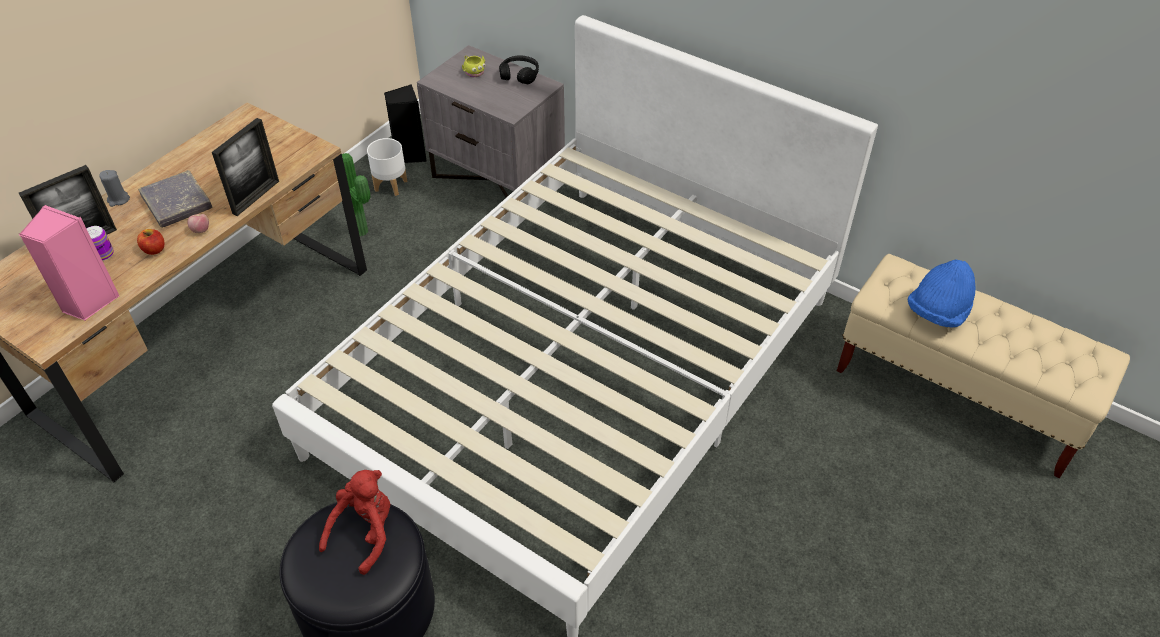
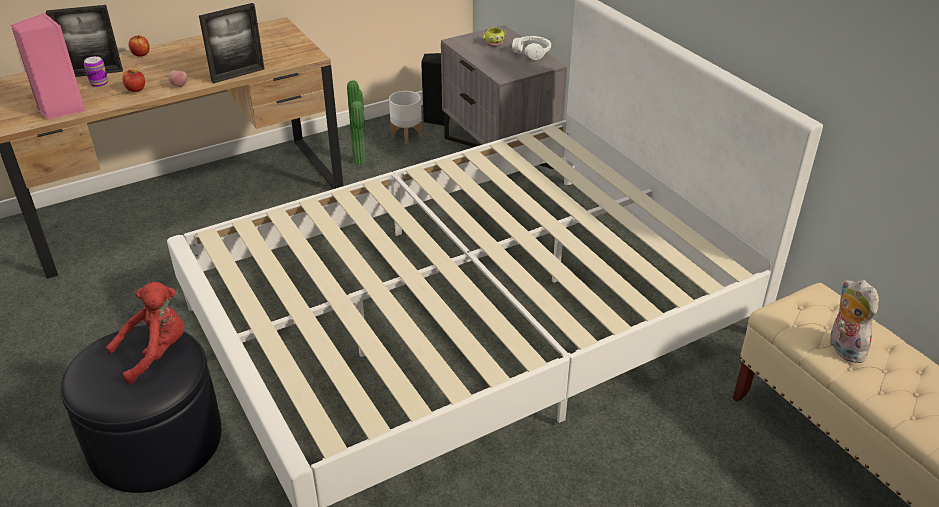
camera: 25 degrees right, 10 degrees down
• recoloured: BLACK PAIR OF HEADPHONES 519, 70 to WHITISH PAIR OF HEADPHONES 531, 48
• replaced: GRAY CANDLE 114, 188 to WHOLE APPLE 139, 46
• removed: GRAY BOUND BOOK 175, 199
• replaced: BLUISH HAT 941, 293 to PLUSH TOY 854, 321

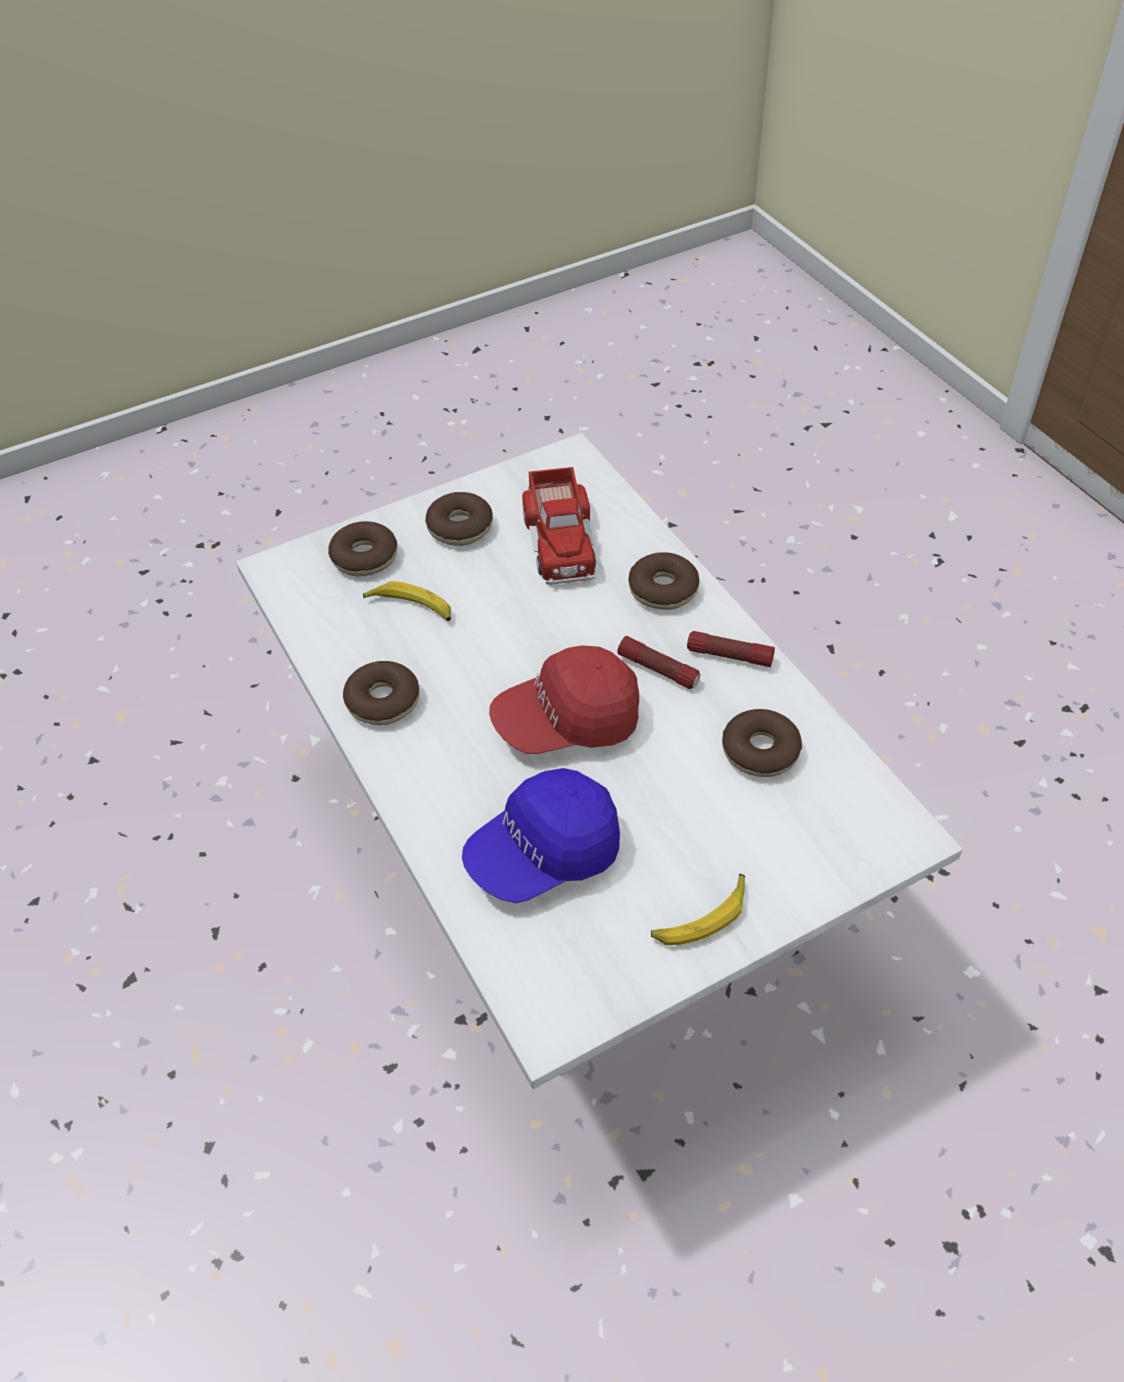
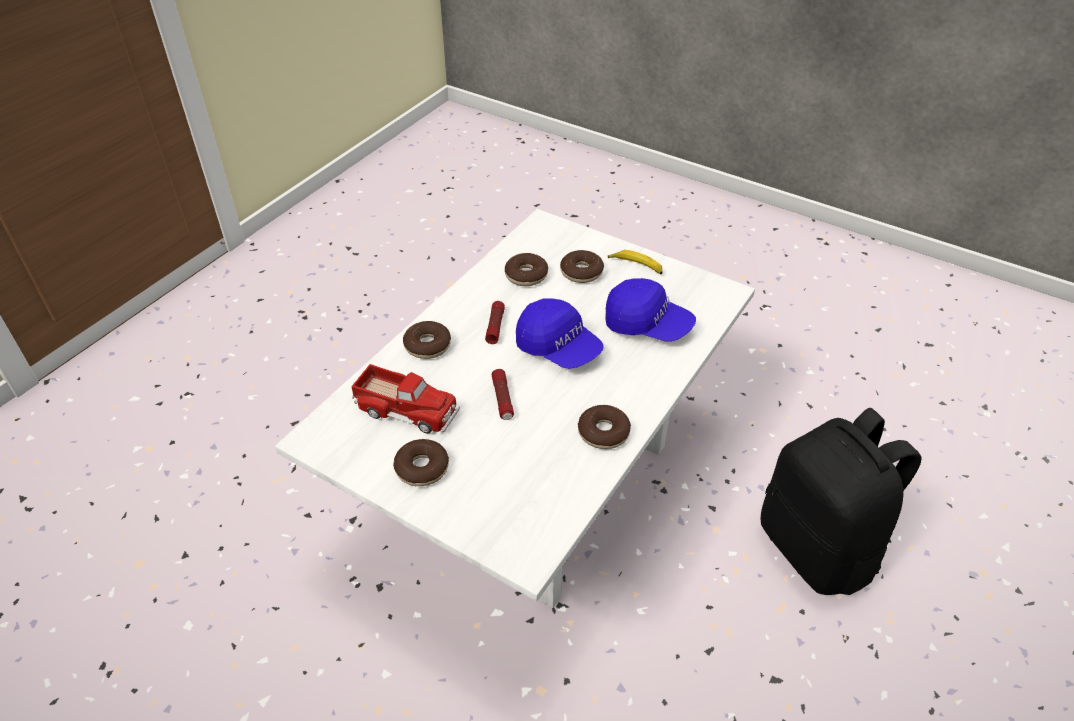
camera: 120 degrees left, 5 degrees down
• turned: TOY TRUCK 559, 526 = 405, 399 60 degrees clockwise
• moved: RING DOUGHNUT 362, 548 to 582, 266
• removed: WHOLE BANANA 407, 601
• moved: FLASHLIGHT 731, 649 to 503, 394
• recoloured: RED-COLOURED CAP 564, 699 to BLUISH CAP 560, 333
• added: BLACK KNAPSACK 841, 501

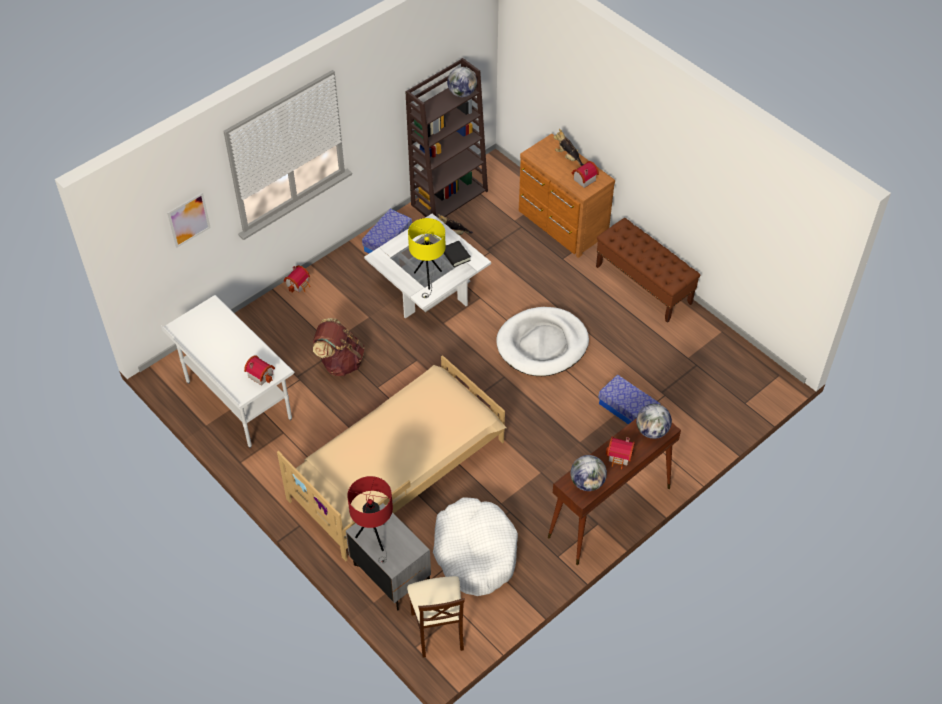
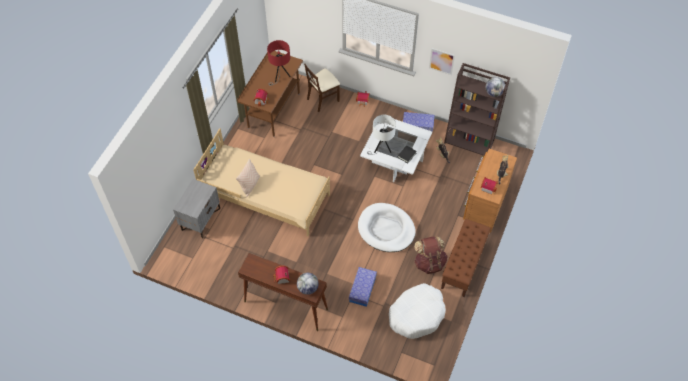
camera: 65 degrees right, 5 degrees up
• moved: WALL ART 189, 220 to 442, 61
• recoloured: YELLOW-COLOURED TABLE LAMP 427, 258 to WHITISH TABLE LAMP 381, 135
• recoloured: WHITISH DESK 227, 371 to BROWN DESK 270, 94
• moved: BROWN KNAPSACK 339, 347 to 430, 255
• removed: GLOBE 589, 473
• moved: RED-COLOURED TABLE LAMP 370, 520 to 279, 63
• moved: WHITISH DOG BED 475, 546 to 417, 311
• moved: BEIGE-COLOURED CHAIR 436, 616 to 322, 88
• added: BEIGE-COLOURED THROW PILLOW 248, 177

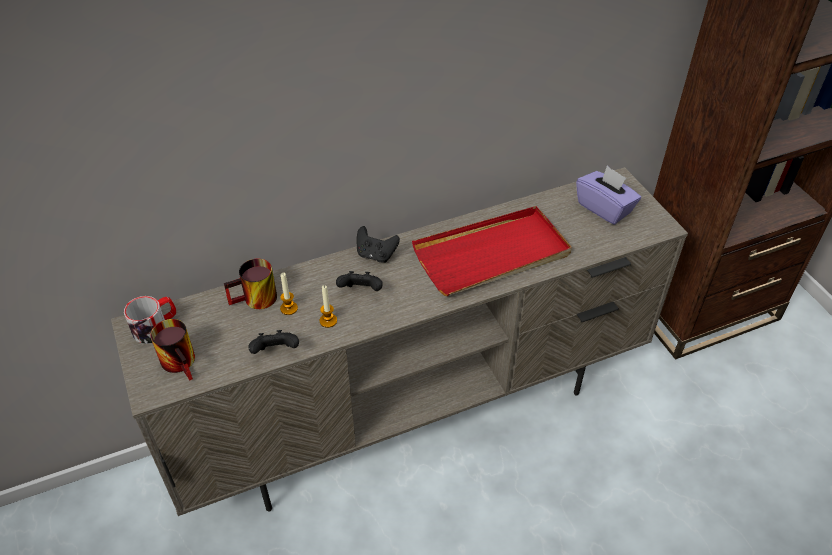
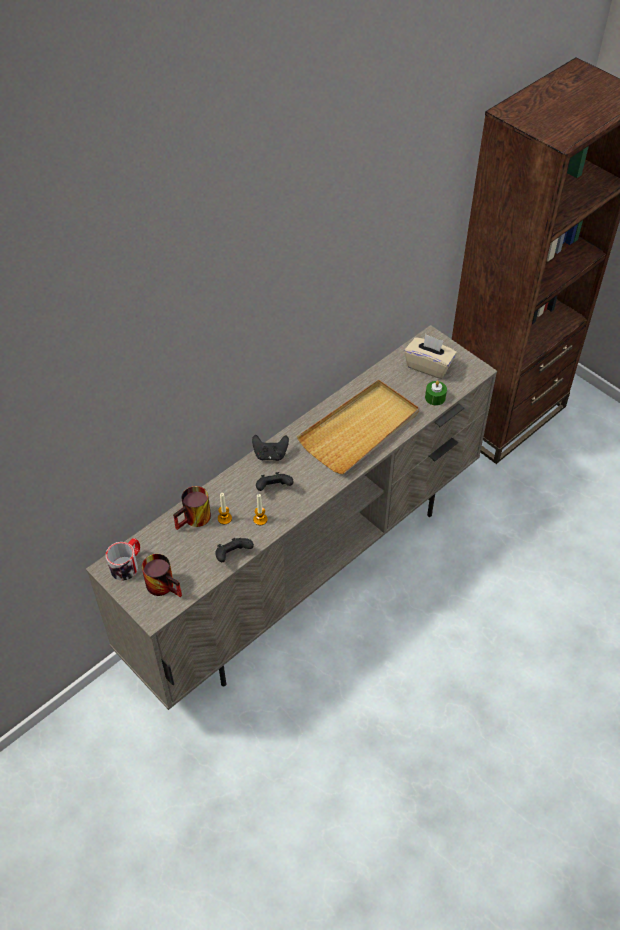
camera: 20 degrees left, 5 degrees up
• recoloured: PURPLISH BOX OF TISSUES 608, 195 to BEIGE-COLOURED BOX OF TISSUES 430, 356
• recoloured: RED-COLOURED SERVING TRAY 492, 251 to BEIGE-COLOURED SERVING TRAY 358, 427
• added: GREENISH CANDLE 436, 393

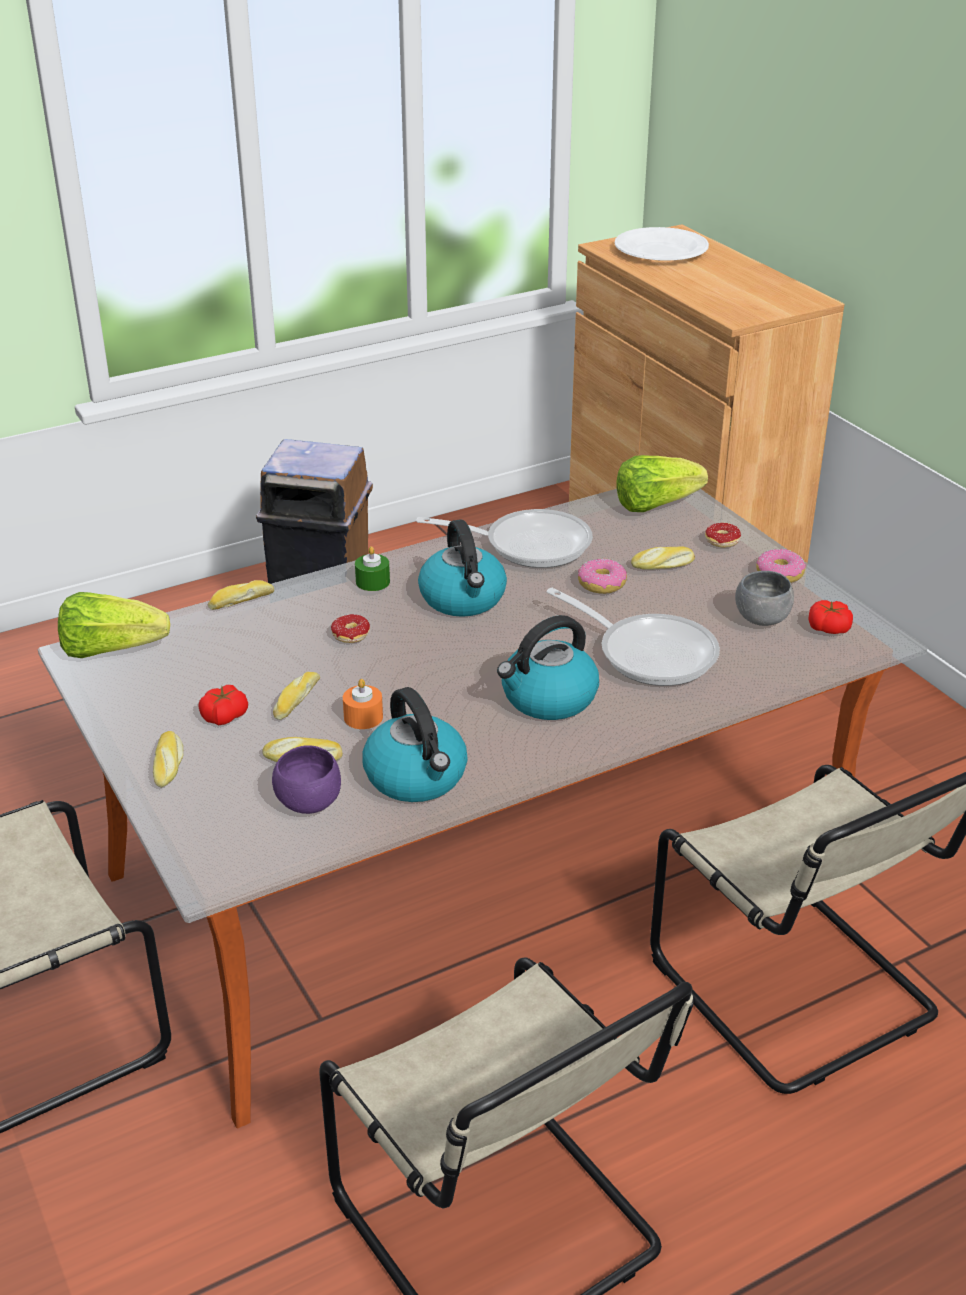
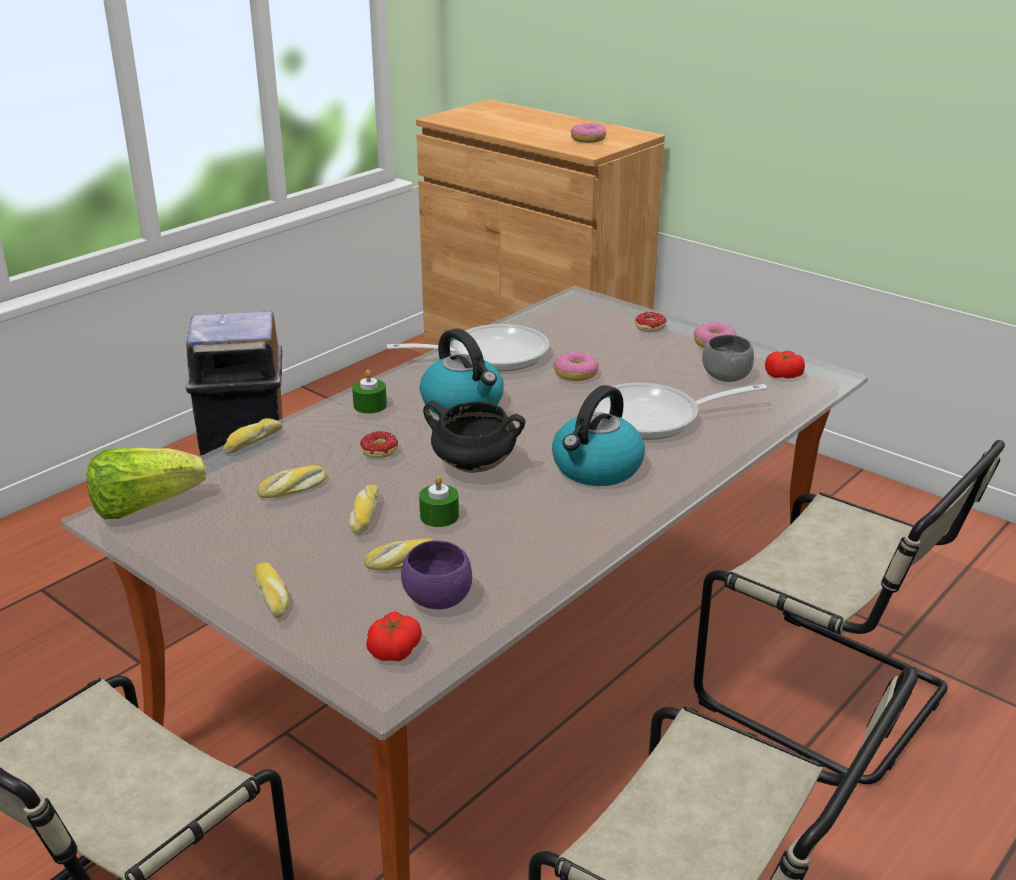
camera: 20 degrees left, 5 degrees down
• removed: WHITISH FLAT DISH 662, 244
• removed: LETTUCE 662, 483
• moved: BAKERY BREAD 663, 558 to 292, 481
• turned: SKILLET 633, 637 = 680, 411 150 degrees clockwise
• recoloured: ORANGE CANDLE 363, 704 to GREENISH CANDLE 439, 501
• moved: TOMATO 223, 705 to 394, 636
• removed: KETTLE 415, 744
• added: RING DOUGHNUT 588, 133
• added: BLACK SAUCEPOT 474, 437

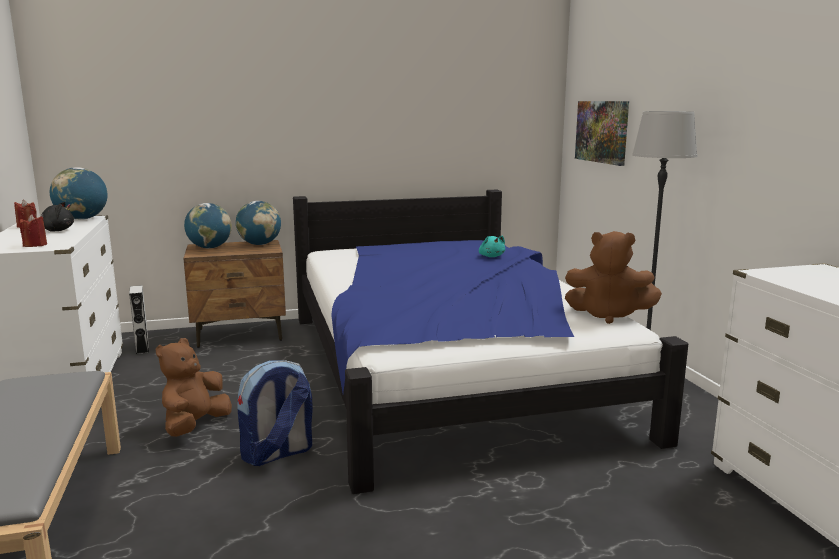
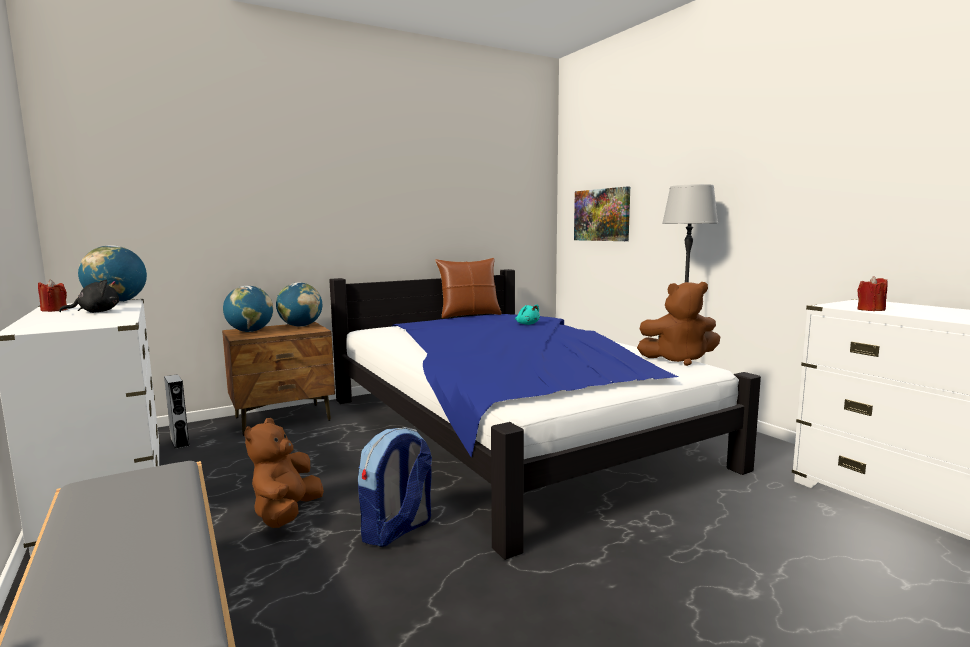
camera: 15 degrees left, 5 degrees down
• moved: RED-COLOURED CANDLE 33, 230 to 872, 293
• added: BROWN THROW PILLOW 468, 288

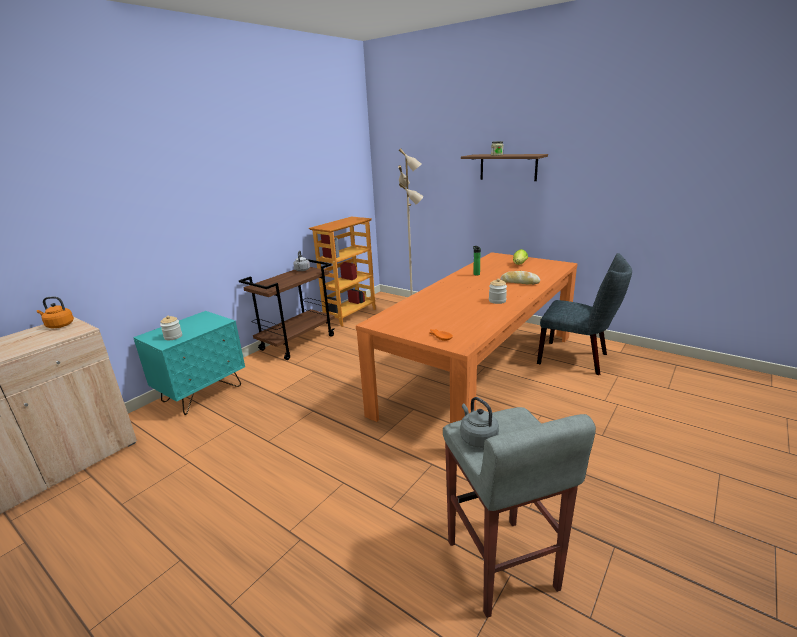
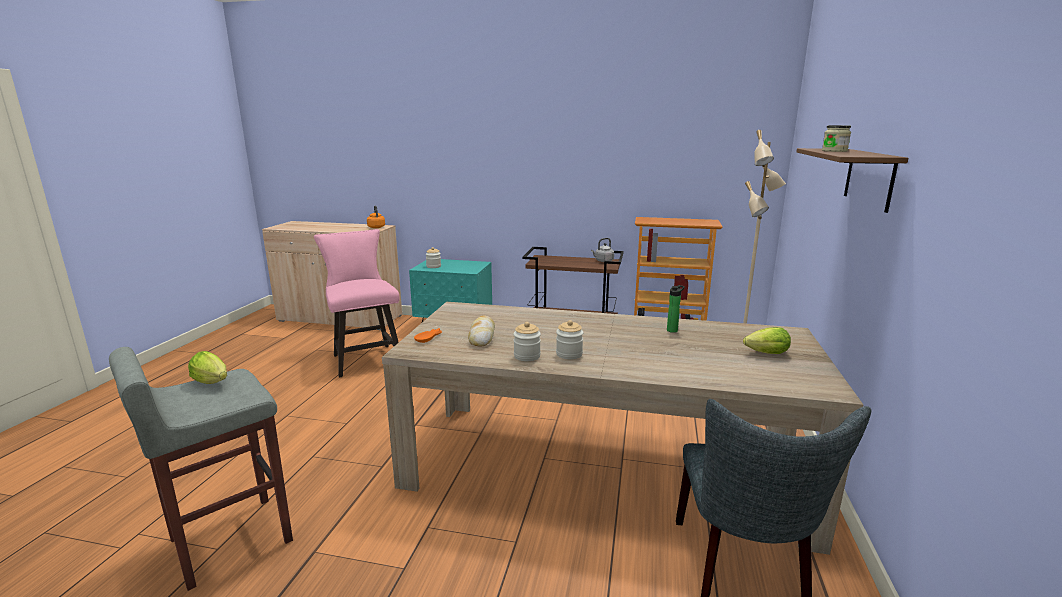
camera: 65 degrees right, 5 degrees down
• recoloured: ORANGE DINNER TABLE 467, 337 to BEIGE-COLOURED DINNER TABLE 622, 428
• moved: BAKERY BREAD 520, 278 to 481, 330
• replaced: GRAY KETTLE 480, 422 to LETTUCE 207, 367
• added: PINK-COLOURED STOOL 356, 303
• added: PRESERVE JAR 527, 341

